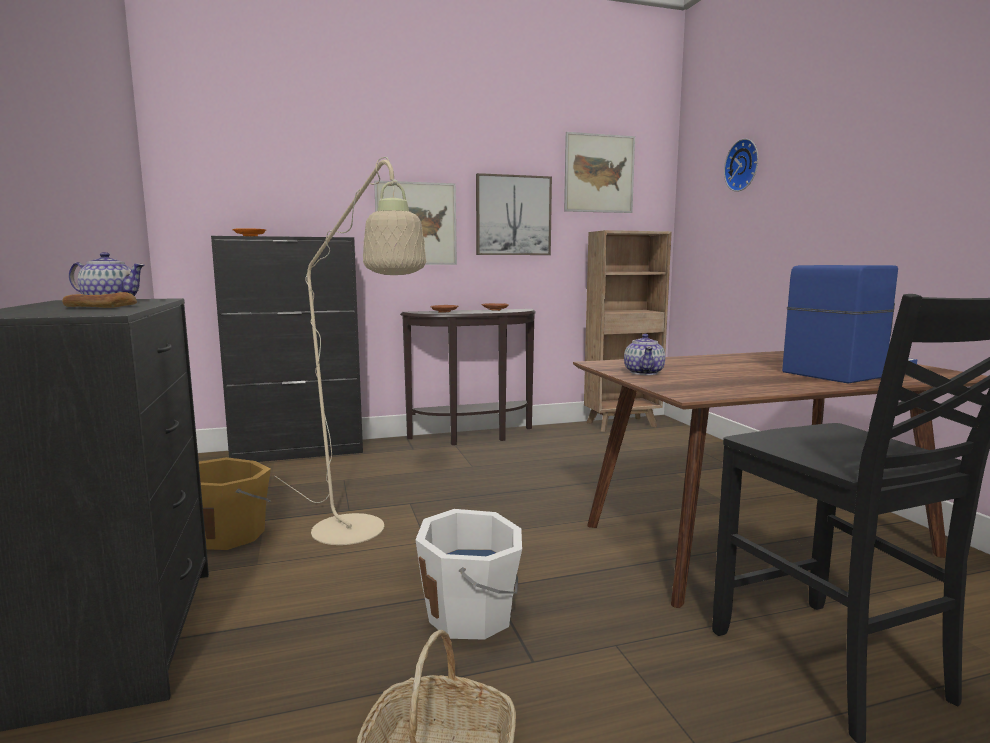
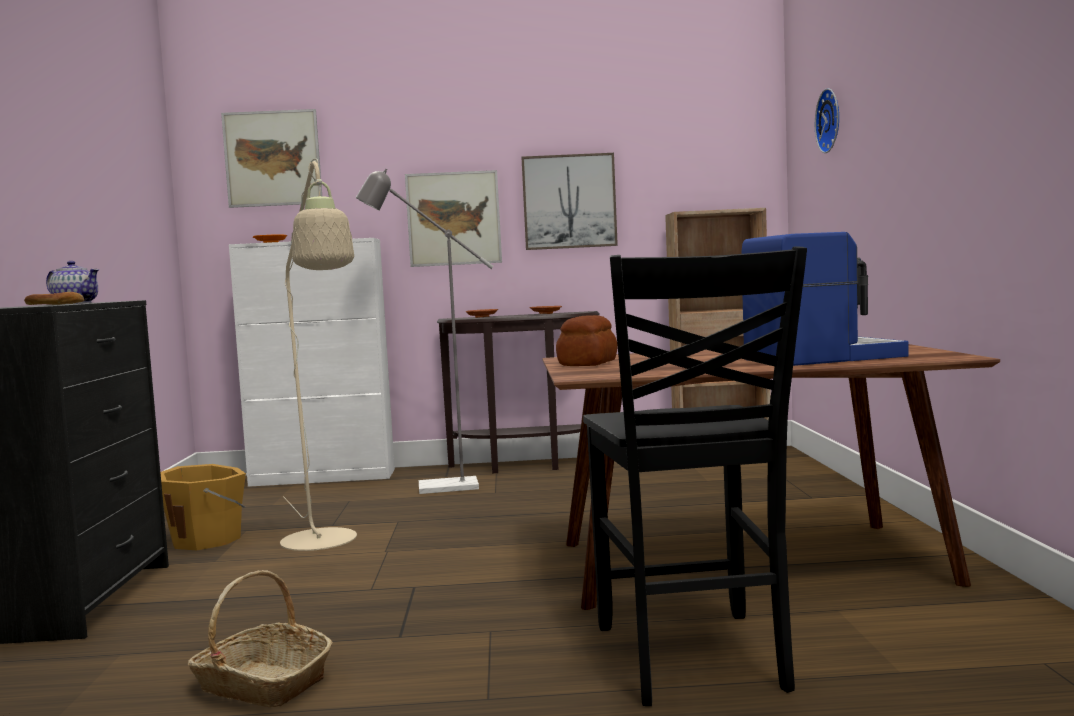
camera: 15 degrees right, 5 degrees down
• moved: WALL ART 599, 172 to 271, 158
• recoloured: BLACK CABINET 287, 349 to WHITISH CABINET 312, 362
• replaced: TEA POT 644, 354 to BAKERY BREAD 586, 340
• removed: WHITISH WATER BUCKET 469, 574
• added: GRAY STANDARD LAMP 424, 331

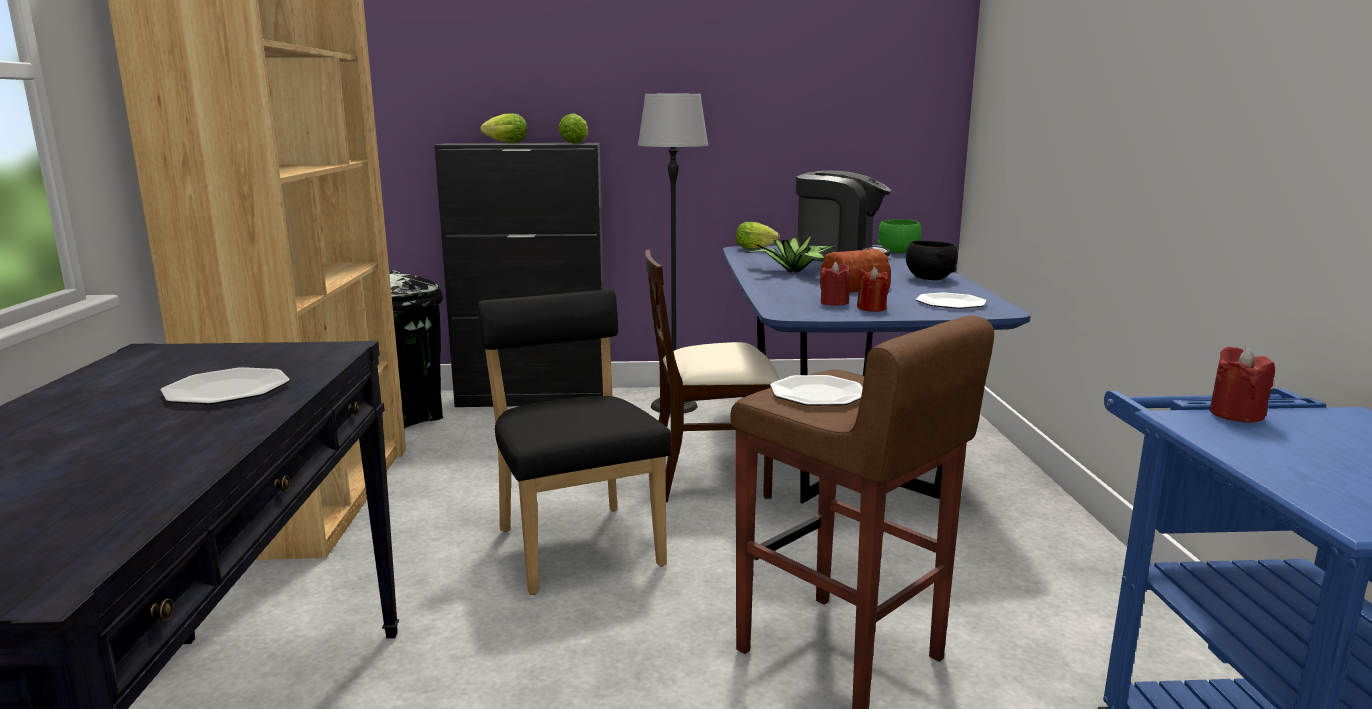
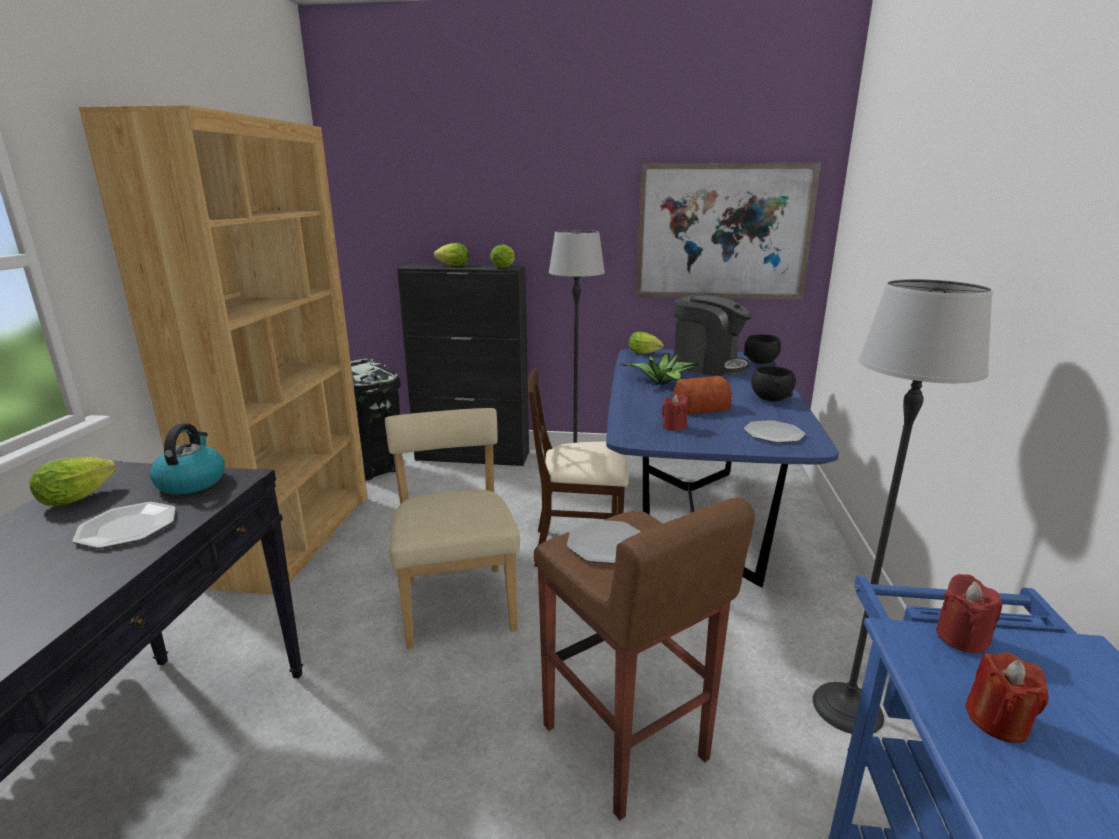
camera: 10 degrees right, 5 degrees up
• recoloured: GREENISH SERVING BOWL 899, 236 to BLACK SERVING BOWL 762, 349
• moved: RED-COLOURED CANDLE 873, 289 to 1007, 697
• recoloured: BLACK CHAIR 574, 442 to BEIGE-COLOURED CHAIR 452, 528
• added: WALL ART 728, 231
• added: STANDARD LAMP 903, 506
• added: KETTLE 187, 459
• added: LETTUCE 73, 481

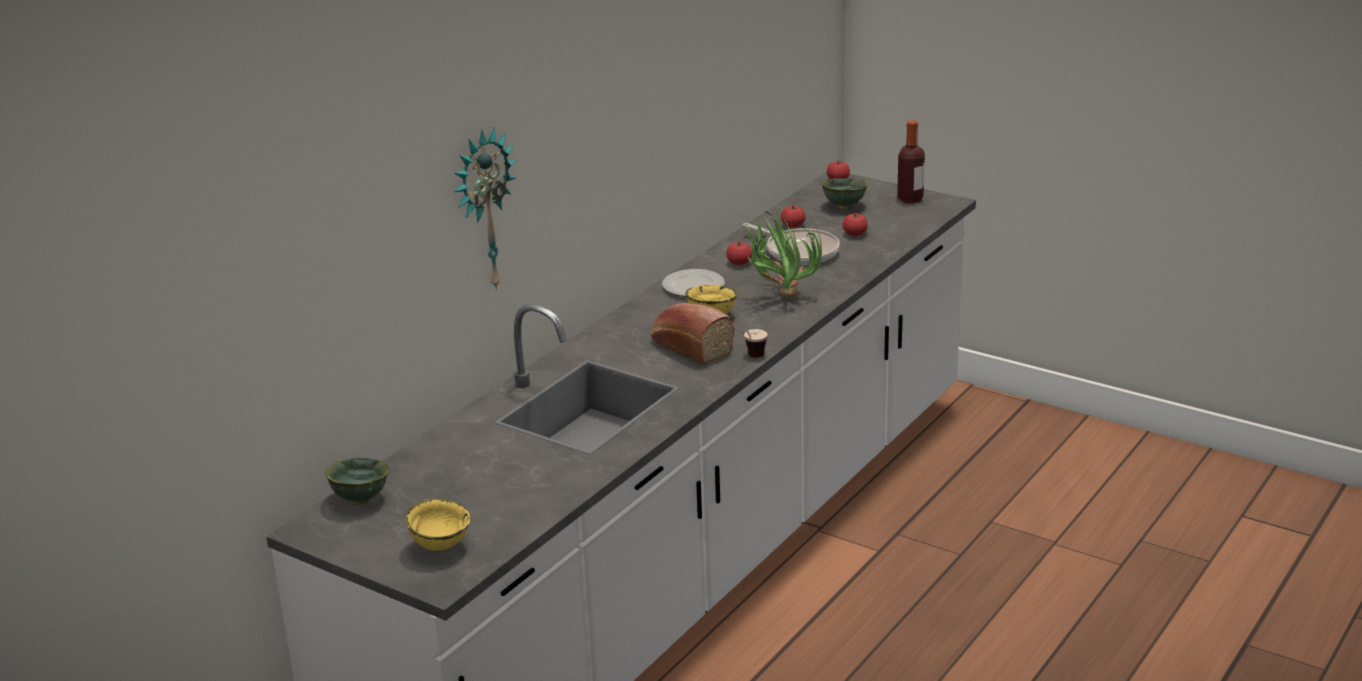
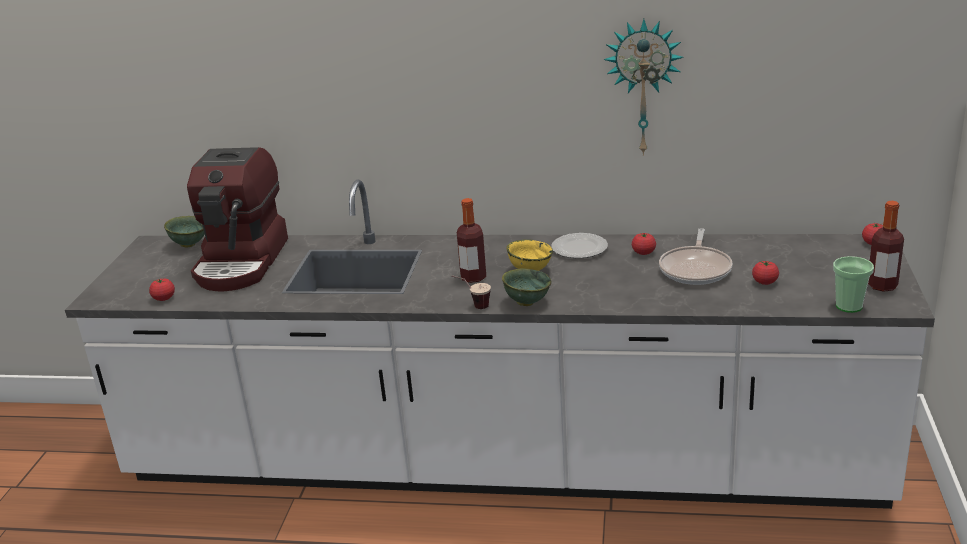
camera: 65 degrees right, 0 degrees up
• moved: HANGING CLOCK 485, 209 to 644, 87
• moved: GREENISH SERVING BOWL 845, 193 to 527, 287
• moved: TOMATO 793, 216 to 162, 289
• removed: PLANT IN A POT 783, 253
• replaced: BAKERY BREAD 692, 334 to DRINK BOTTLE 471, 240
• removed: YELLOW-COLOURED SERVING BOWL 437, 525
• added: COFFEE MAKER 237, 219
• added: CUP 853, 284

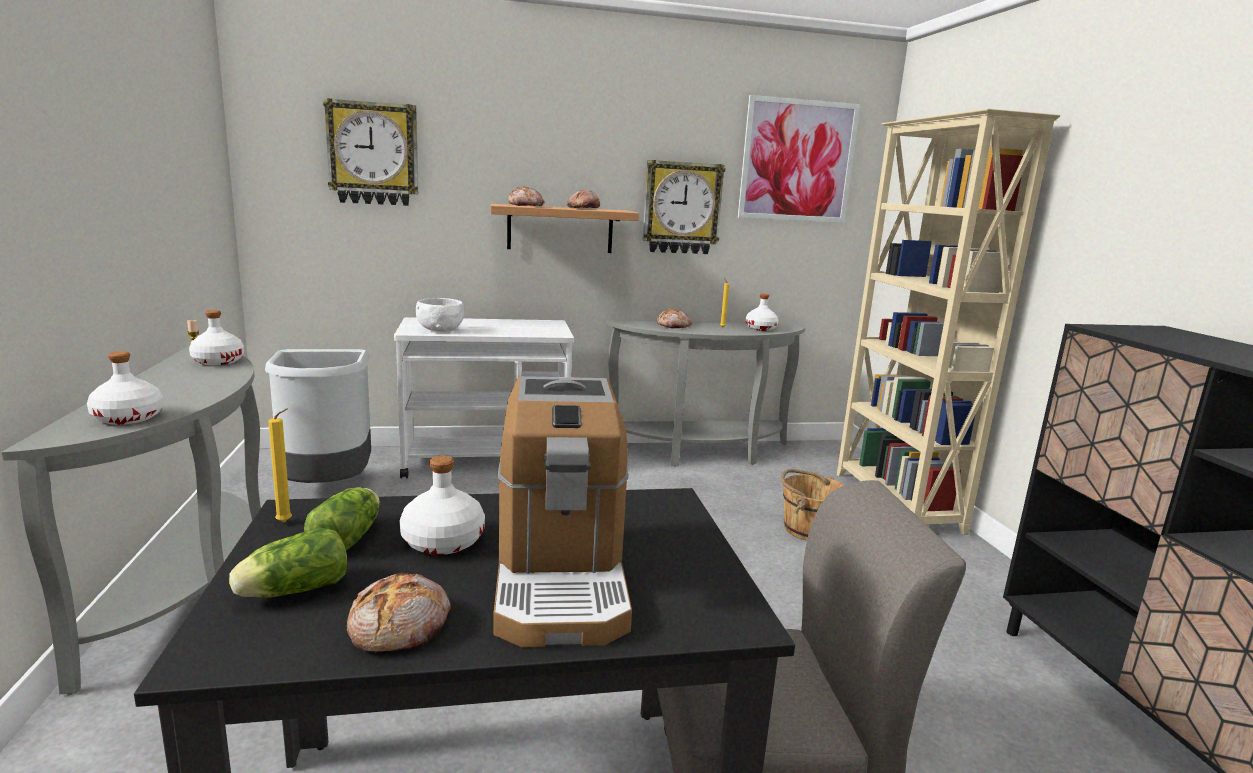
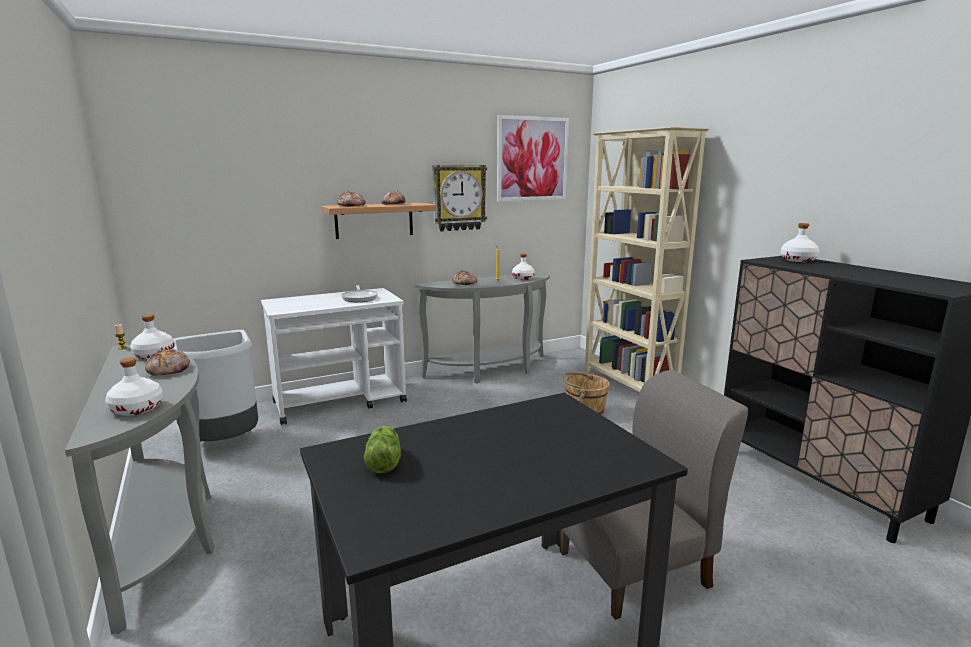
camera: 15 degrees left, 0 degrees up
• removed: HANGING CLOCK 370, 152
• removed: WHITISH SERVING BOWL 440, 315
• removed: COFFEE MAKER 562, 511
• removed: YELLOW-COLOURED CANDLE 280, 465
• moved: WHITISH DRINK BOTTLE 442, 505 to 799, 242
• removed: LETTUCE 288, 563
• moved: BAKERY BREAD 399, 612 to 167, 362
• added: SKILLET 359, 293

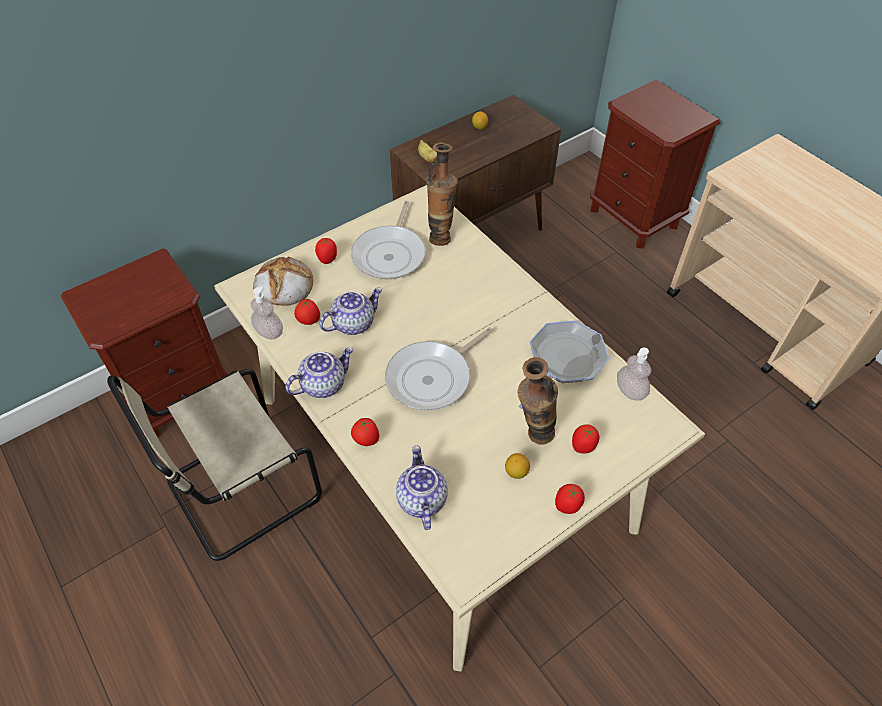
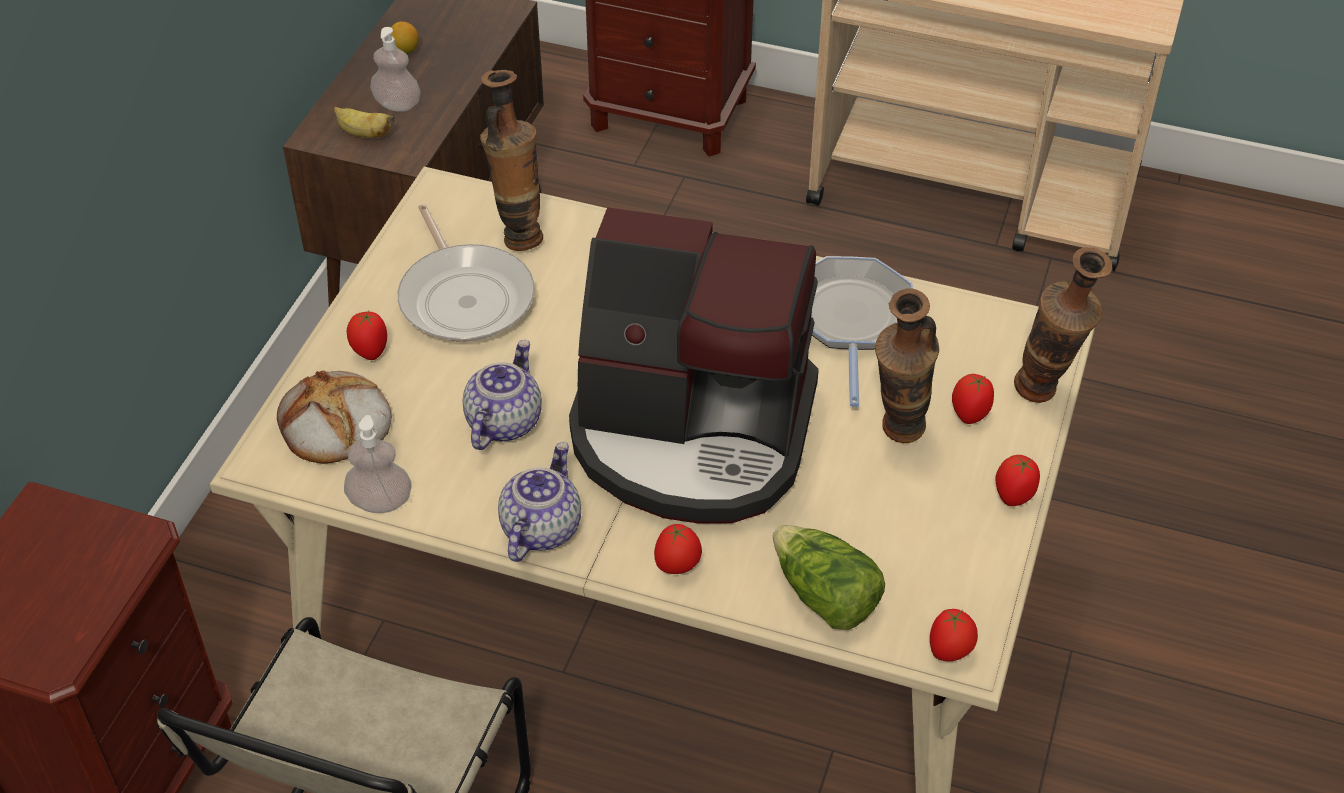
camera: 35 degrees left, 5 degrees down
• moved: TOMATO 307, 312 to 954, 635
• replaced: SKILLET 439, 369 to COFFEE MAKER 694, 365
• moved: LIQUID SOAP BOTTLE 634, 374 to 395, 69
• replaced: TEA POT 422, 487 to LETTUCE 829, 577
• removed: LEMON 517, 466
• added: VASE 1063, 325

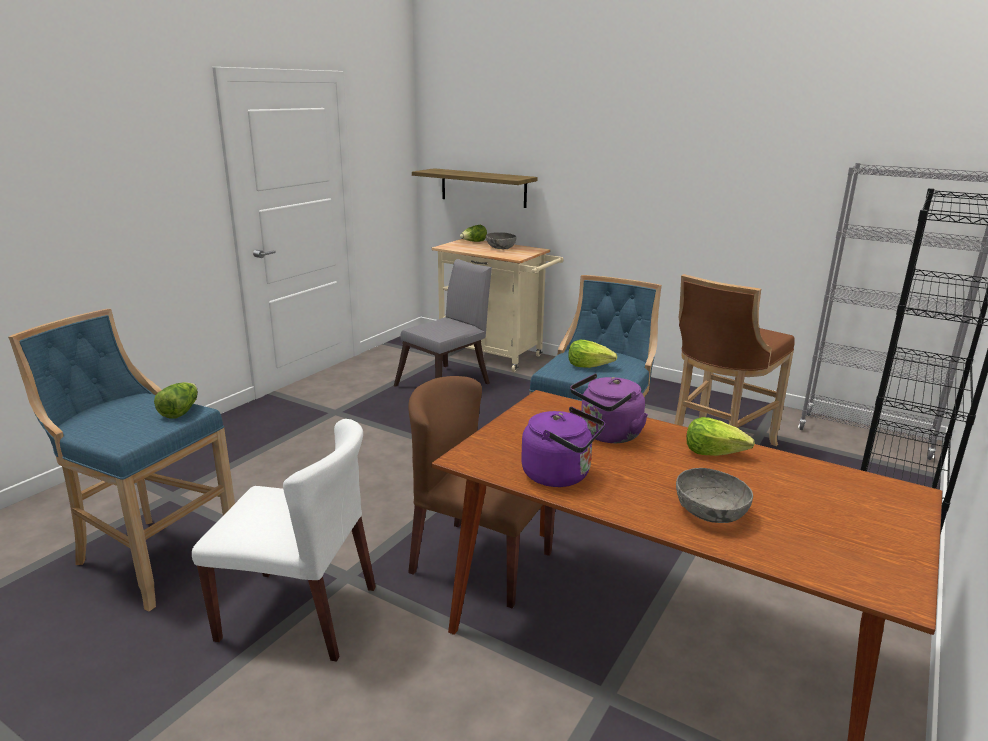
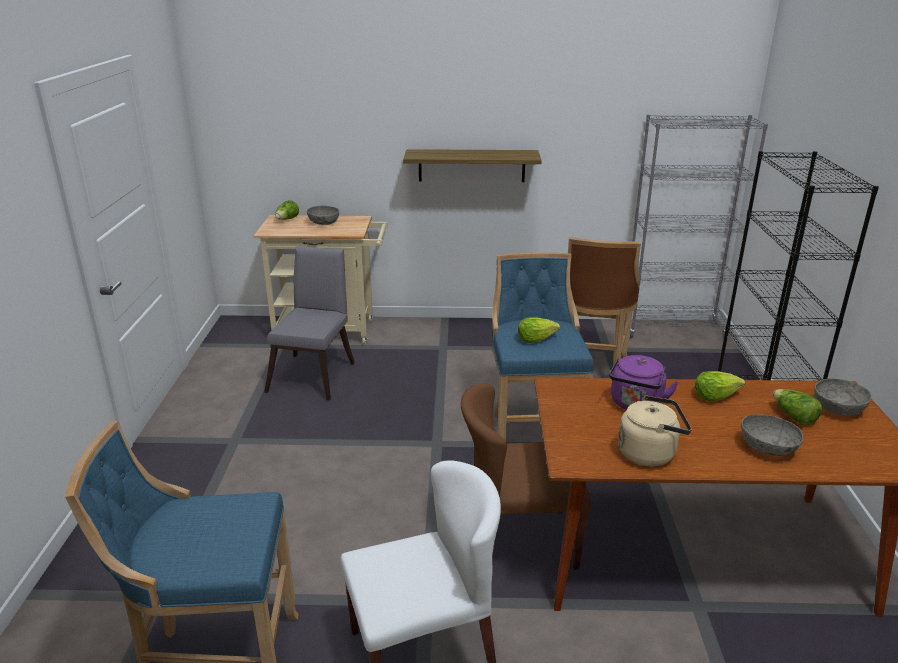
camera: 30 degrees left, 5 degrees up
• moved: SHELF 475, 188 to 472, 165
• moved: LETTUCE 176, 400 to 797, 407
• recoloured: PURPLISH KETTLE 563, 447 to BEIGE-COLOURED KETTLE 655, 431
• added: GRAY SERVING BOWL 843, 397

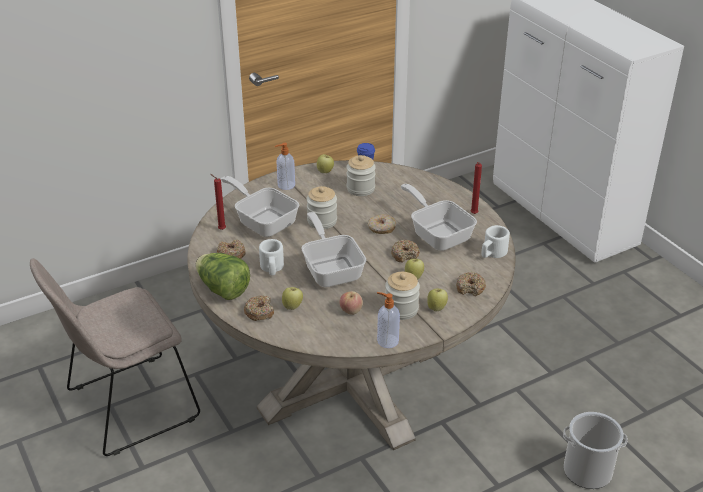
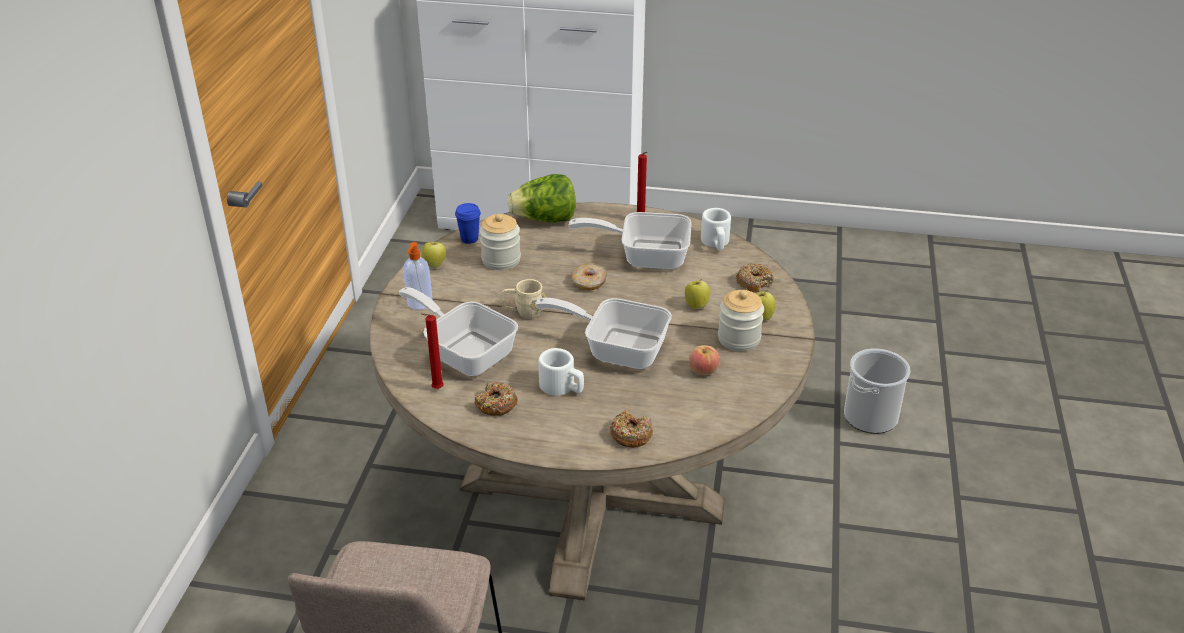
camera: 50 degrees left, 0 degrees up
• turned: SKILLET 260, 206 = 458, 331 45 degrees clockwise
• replaced: PRESERVE JAR 322, 207 to BEIGE-COLOURED MUG 522, 299
• removed: RING DOUGHNUT 405, 251
• moved: LETTUCE 222, 276 to 541, 198
• removed: WHOLE APPLE 292, 298
• removed: LIQUID SOAP BOTTLE 388, 320

